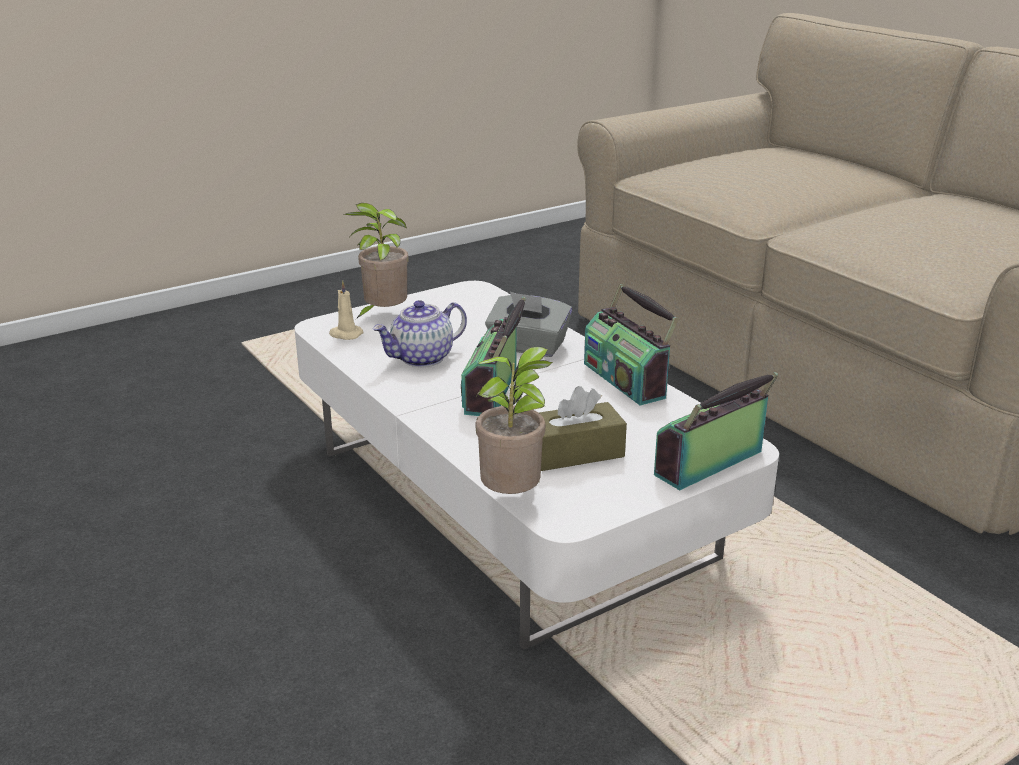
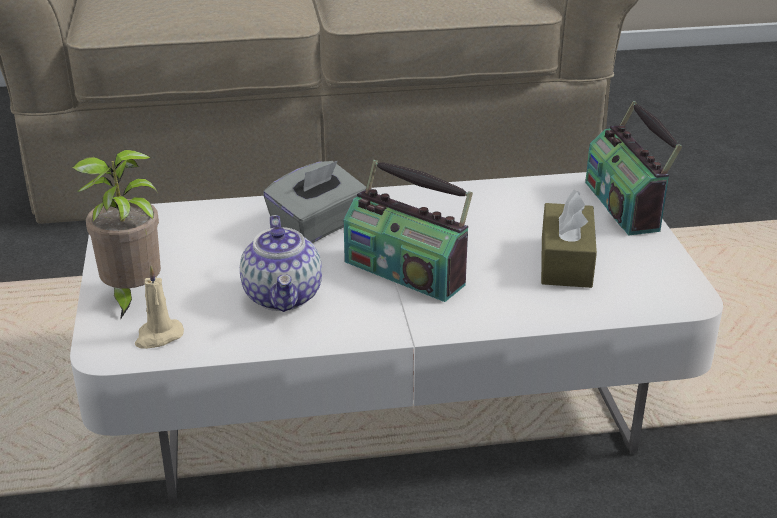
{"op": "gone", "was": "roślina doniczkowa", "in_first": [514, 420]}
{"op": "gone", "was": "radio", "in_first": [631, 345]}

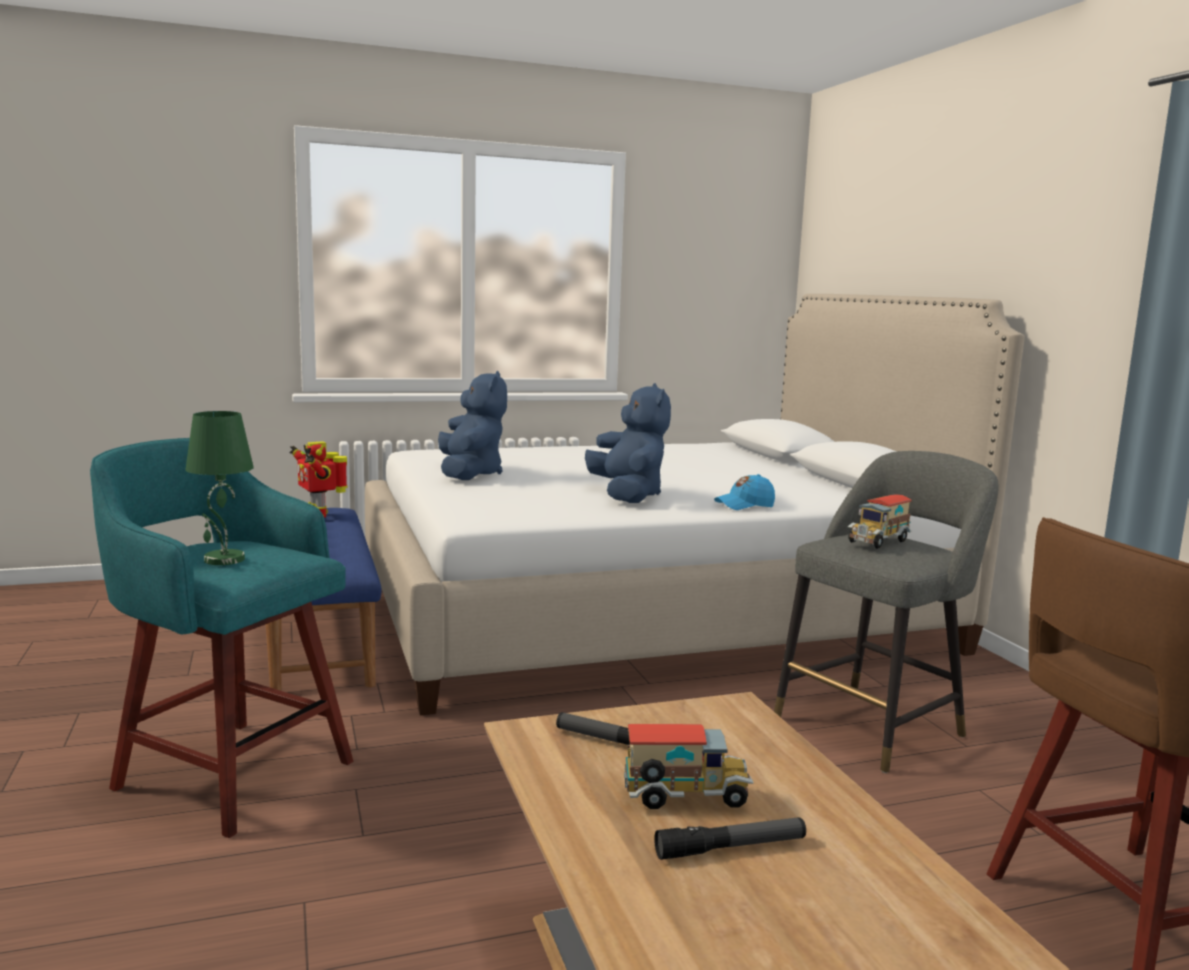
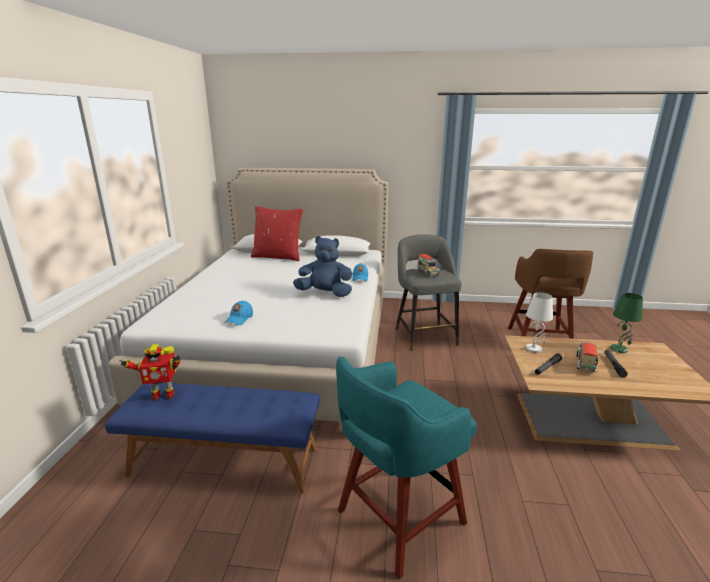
{"op": "new", "now": "poduszka/czerwony", "in_second": [277, 233]}
{"op": "new", "now": "lampa stołowa/biały", "in_second": [539, 323]}
{"op": "shifted", "was": "lampa stołowa/zielony", "in_first": [219, 488], "in_second": [626, 323]}
{"op": "swapped", "was": "pluszak/niebieski", "now": "czapka z daszkiem/niebieski", "in_first": [472, 425], "in_second": [238, 312]}

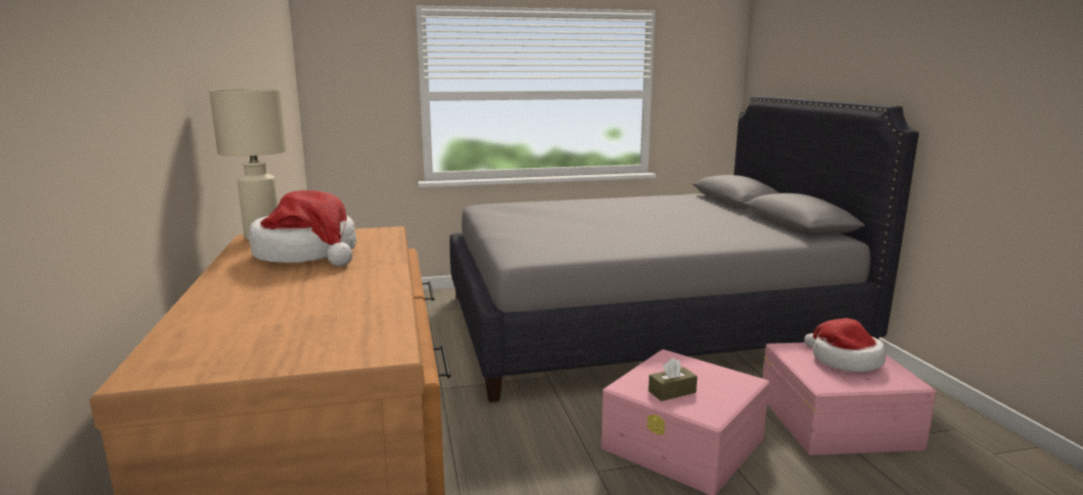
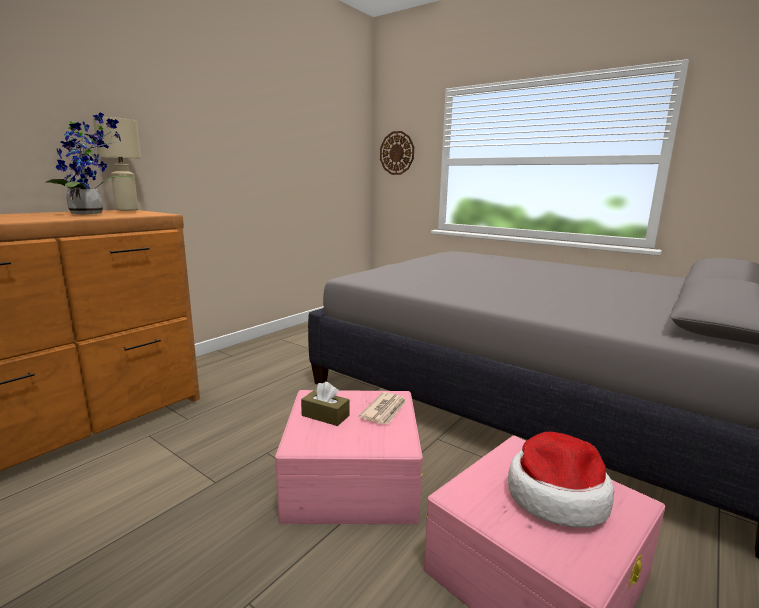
{"op": "new", "now": "gazeta", "in_second": [382, 408]}
{"op": "new", "now": "zegar ścienny", "in_second": [397, 153]}
{"op": "swapped", "was": "kapelusz", "now": "roślina doniczkowa", "in_first": [302, 228], "in_second": [88, 163]}

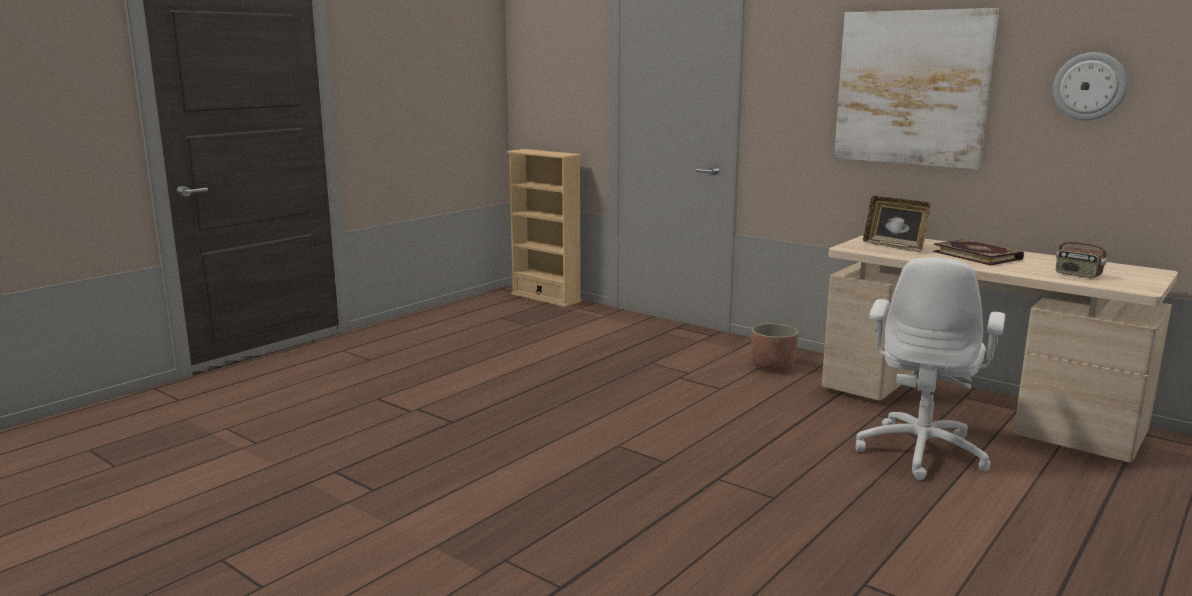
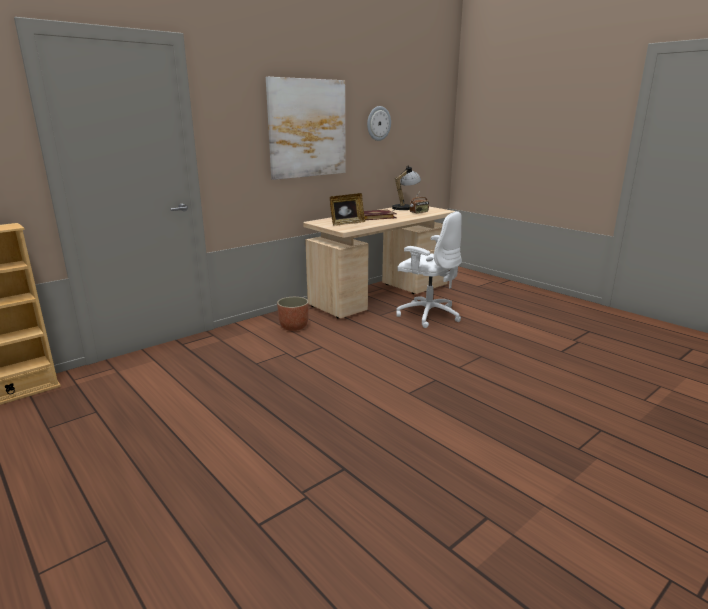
{"op": "new", "now": "lampa stołowa", "in_second": [406, 188]}

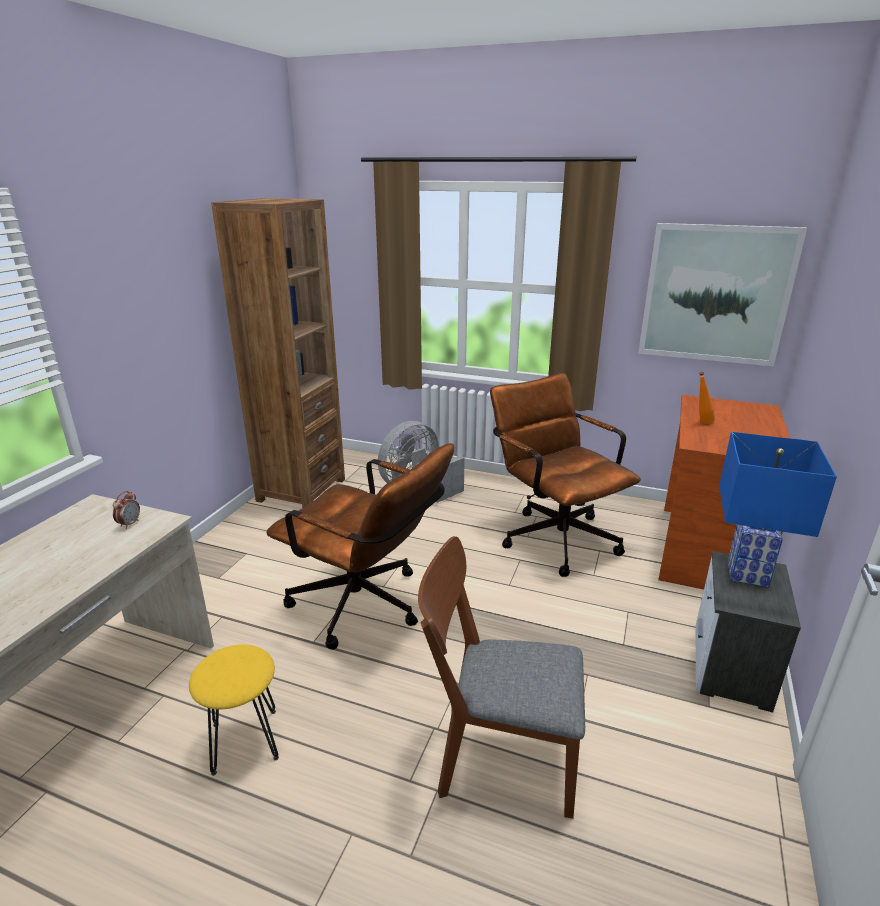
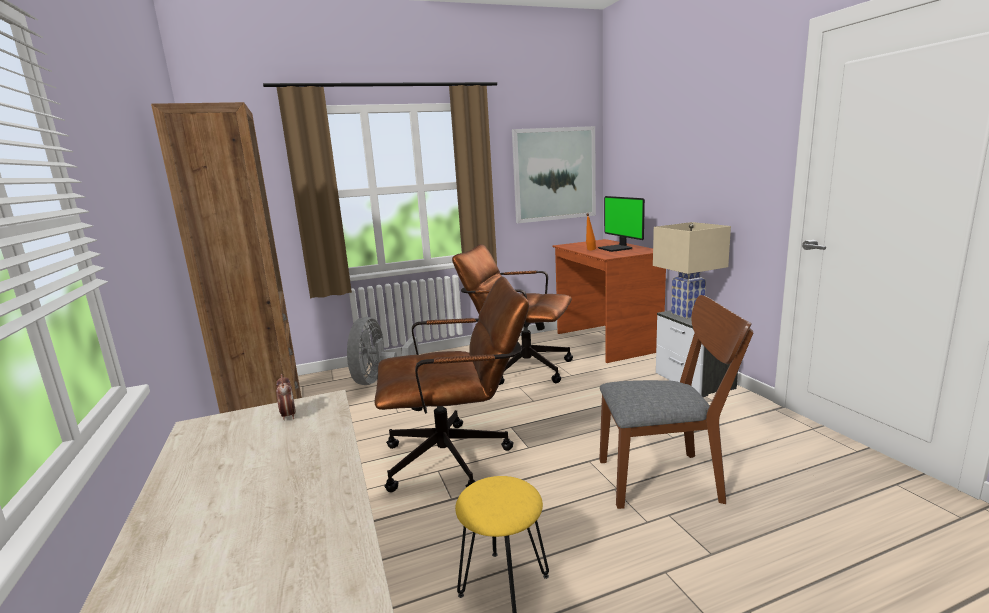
{"op": "new", "now": "monitor", "in_second": [621, 224]}
{"op": "repainted", "was": "lampa stołowa/niebieski", "now": "lampa stołowa/beżowy", "in_first": [778, 509], "in_second": [692, 270]}
{"op": "rotated", "was": "krzesło/brązowy", "in_first": [501, 677], "in_second": [676, 402], "clockwise": -150}

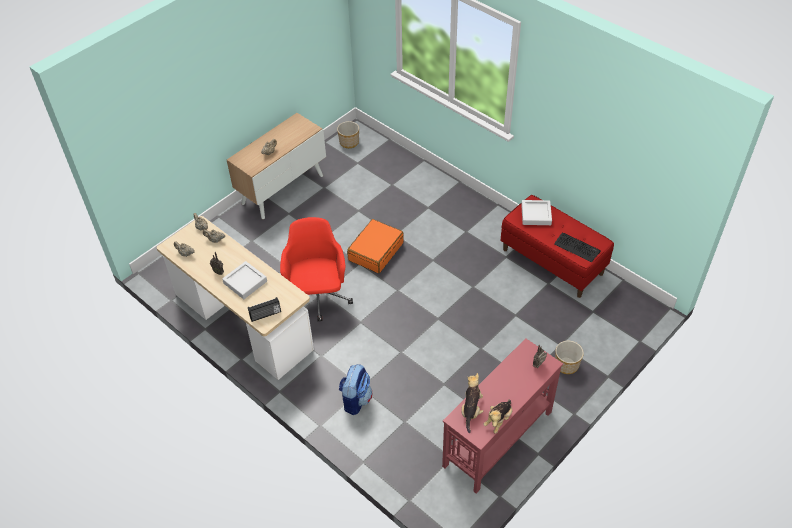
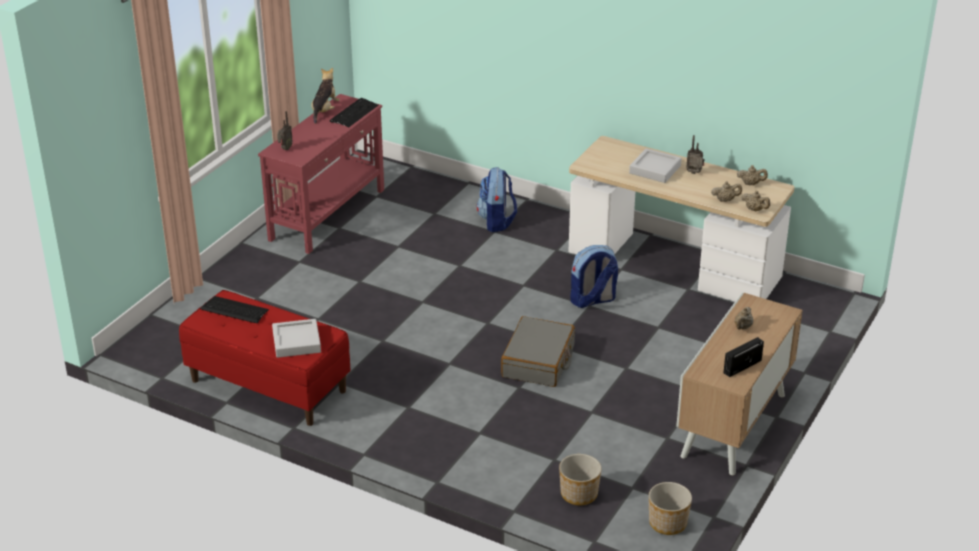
{"op": "shifted", "was": "radio", "in_first": [264, 309], "in_second": [743, 357]}
{"op": "shifted", "was": "donica", "in_first": [569, 357], "in_second": [580, 479]}
{"op": "swapped", "was": "krzesło biurowe/czerwony", "now": "plecak", "in_first": [316, 269], "in_second": [594, 276]}
{"op": "swapped", "was": "pluszak", "now": "klawiatura", "in_first": [472, 403], "in_second": [354, 112]}
{"op": "repainted", "was": "walizka/pomarańczowy", "now": "walizka/szary", "in_first": [375, 246], "in_second": [538, 351]}

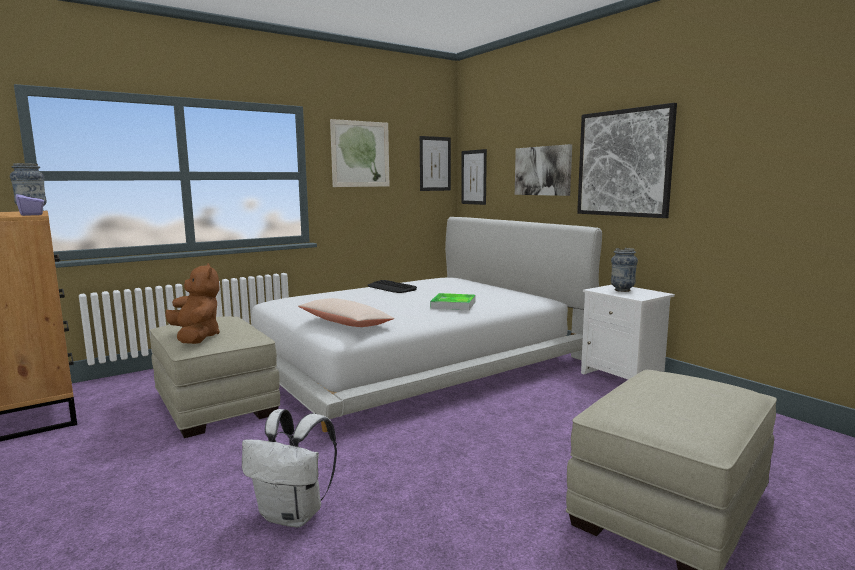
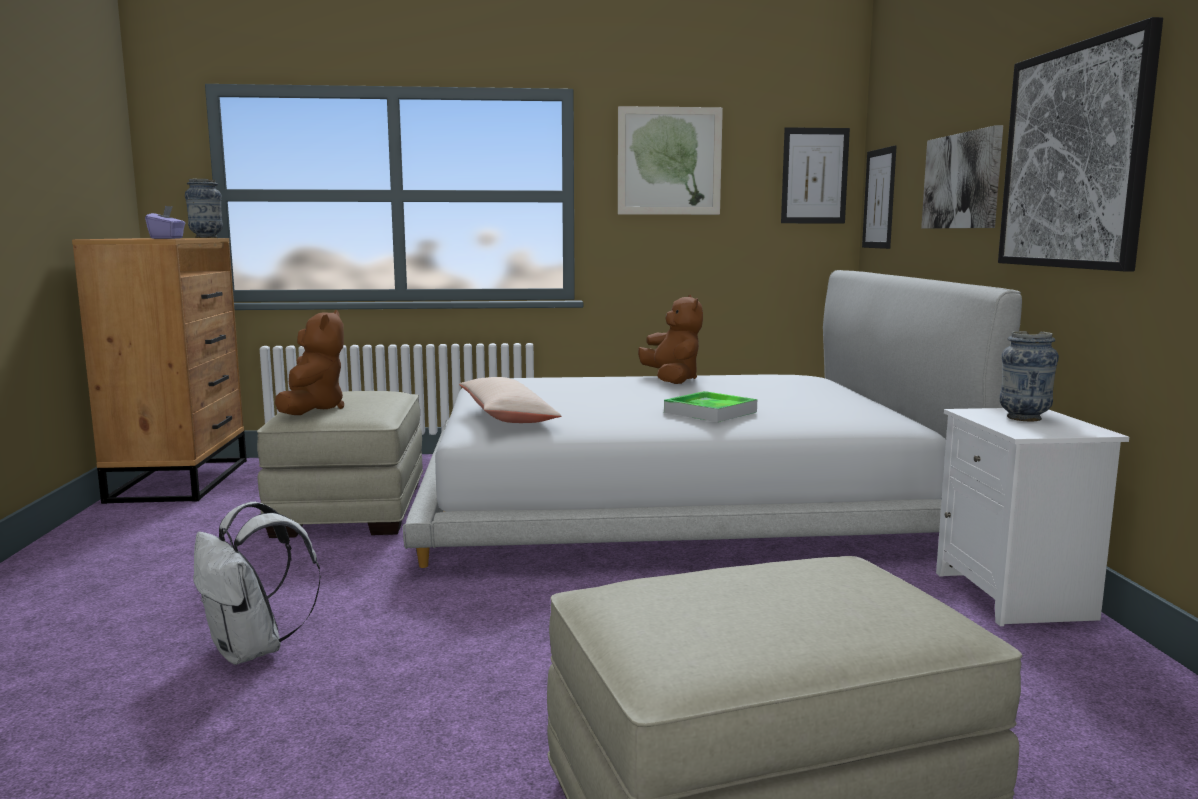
{"op": "swapped", "was": "klawiatura", "now": "pluszak/brązowy", "in_first": [392, 286], "in_second": [670, 339]}

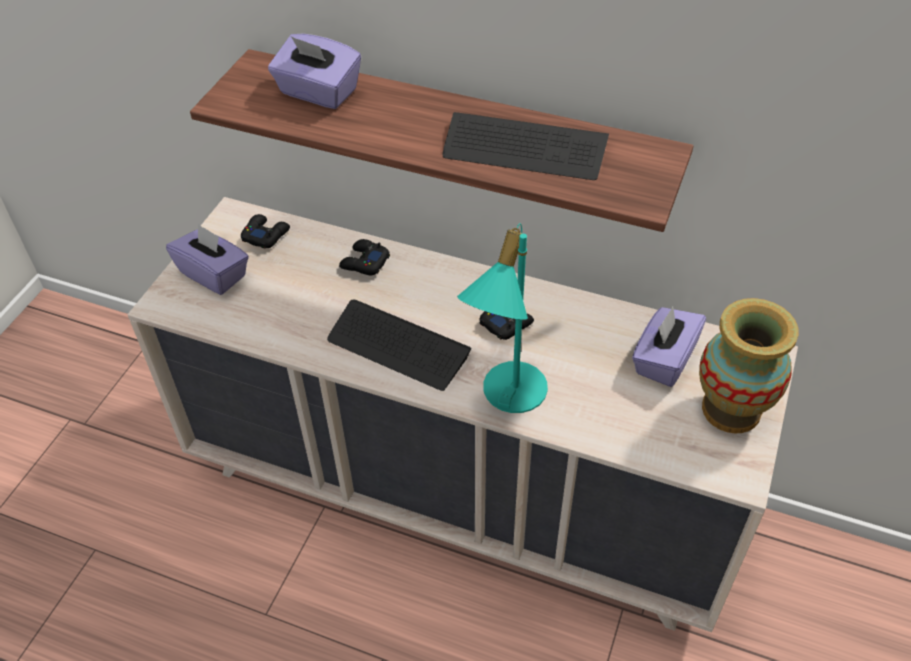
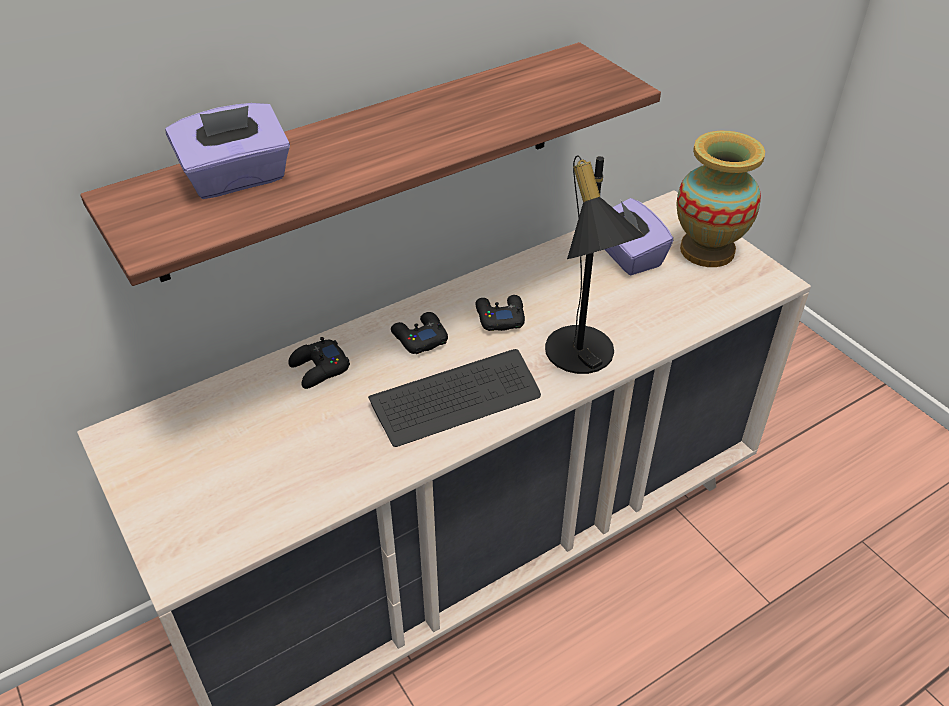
{"op": "gone", "was": "pudełko chusteczek/fioletowy", "in_first": [207, 259]}
{"op": "gone", "was": "klawiatura", "in_first": [525, 146]}
{"op": "shifted", "was": "pad do gier/czarny", "in_first": [265, 231], "in_second": [419, 333]}
{"op": "repainted", "was": "lampa stołowa/turkusowy", "now": "lampa stołowa/czarny", "in_first": [502, 318], "in_second": [595, 264]}

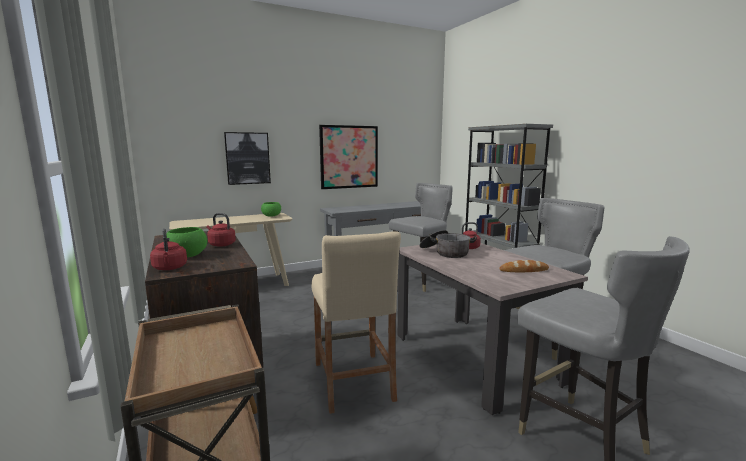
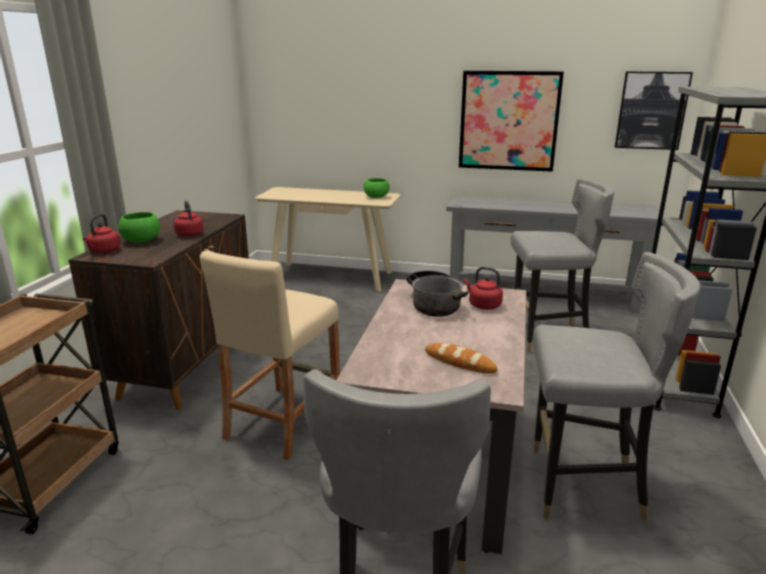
{"op": "shifted", "was": "obraz", "in_first": [247, 158], "in_second": [654, 111]}

